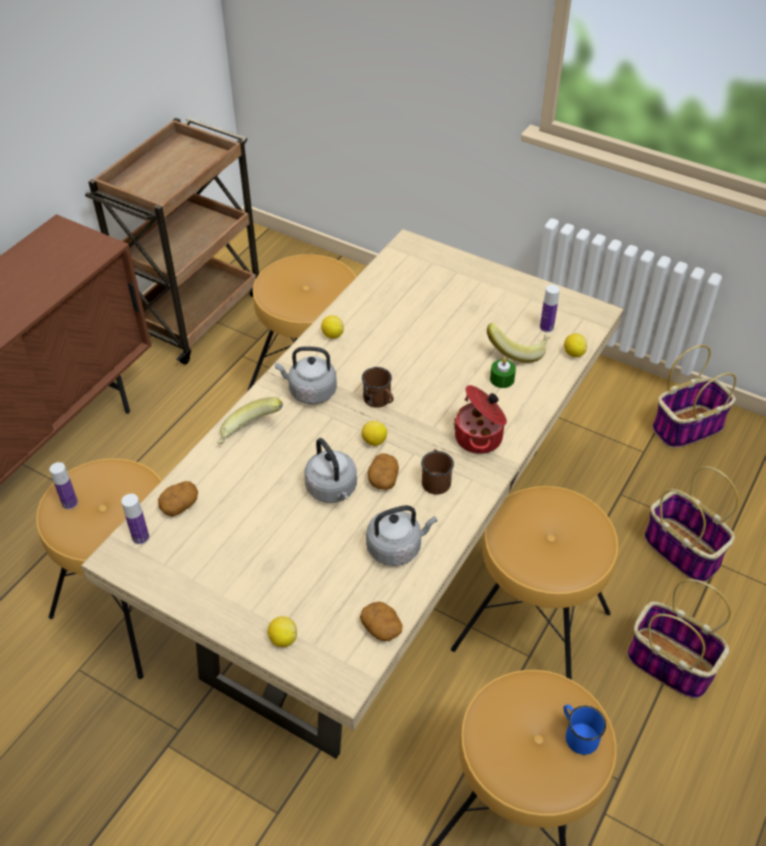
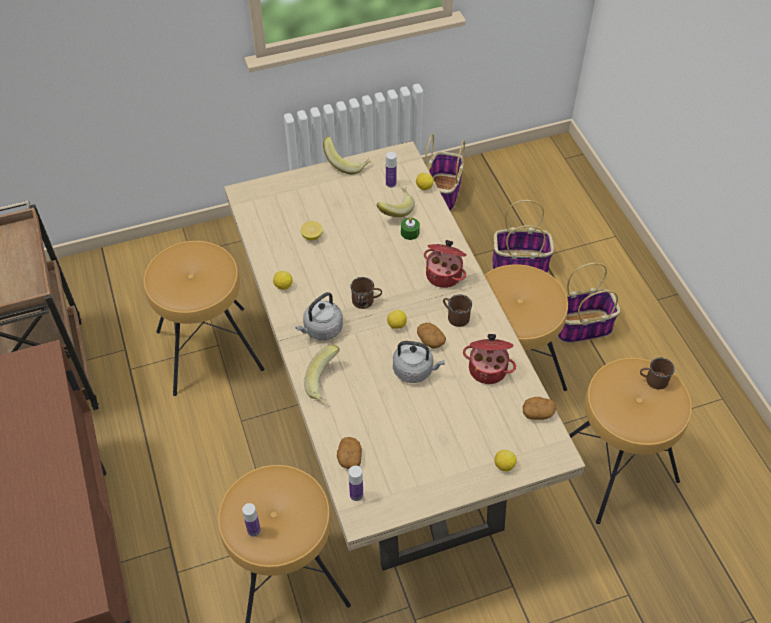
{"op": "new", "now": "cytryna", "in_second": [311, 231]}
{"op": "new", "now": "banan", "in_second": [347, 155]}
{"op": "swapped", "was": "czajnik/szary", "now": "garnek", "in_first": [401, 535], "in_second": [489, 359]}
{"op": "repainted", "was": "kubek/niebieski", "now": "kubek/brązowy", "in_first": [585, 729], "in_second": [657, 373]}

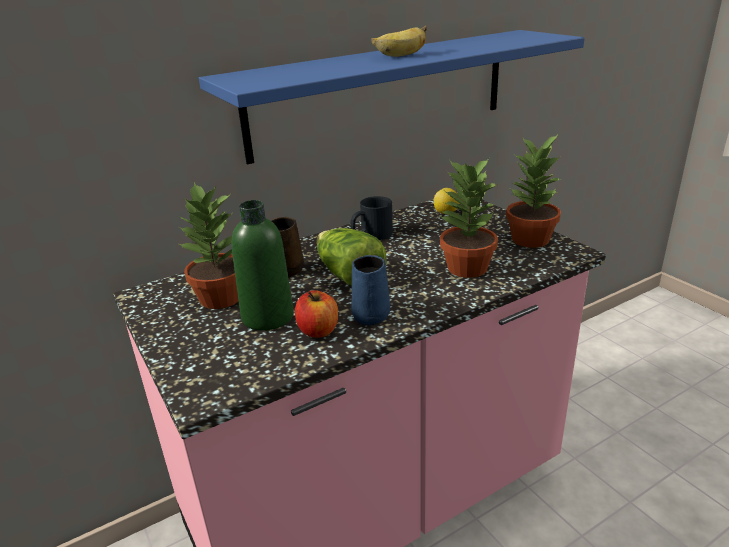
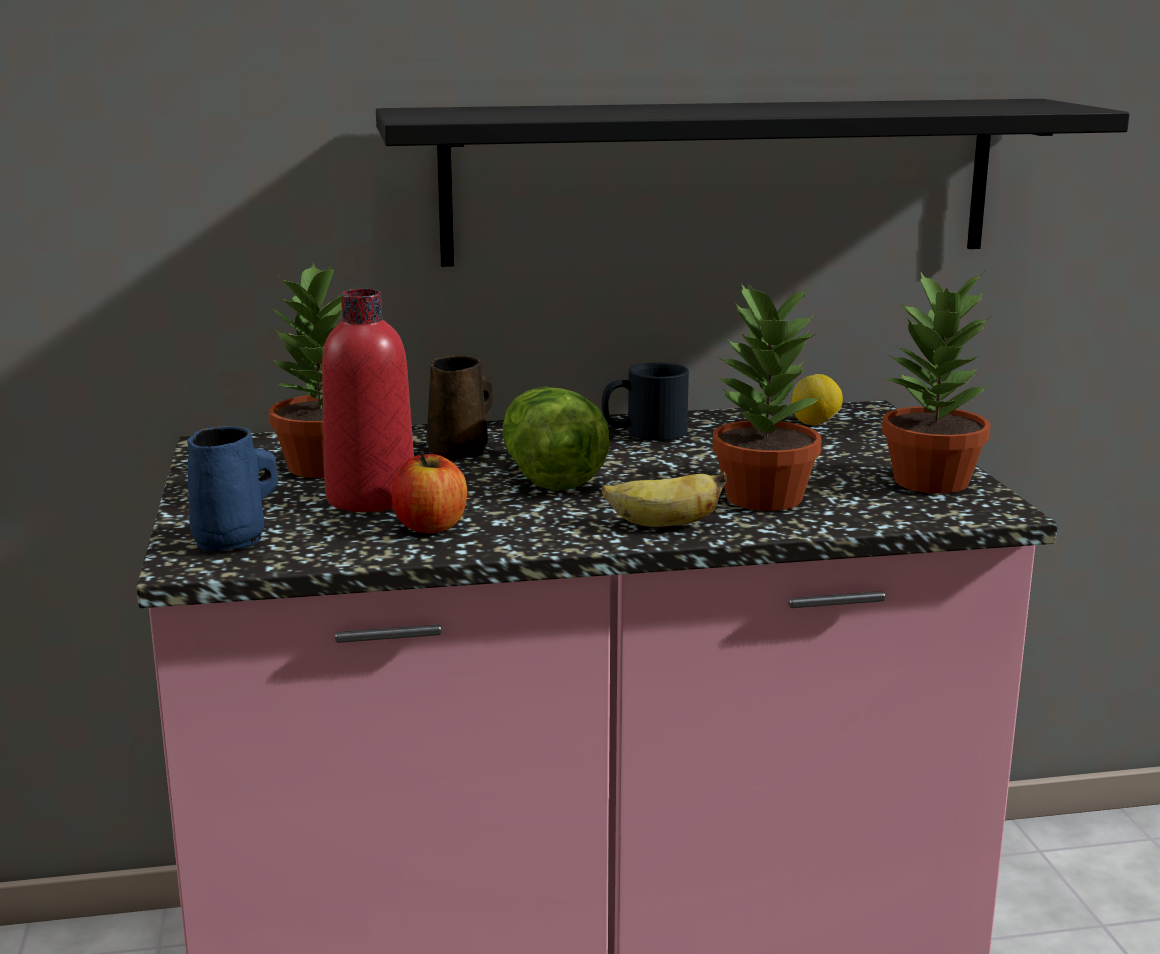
{"op": "shifted", "was": "kubek/niebieski", "in_first": [370, 290], "in_second": [232, 489]}
{"op": "shifted", "was": "banan", "in_first": [399, 41], "in_second": [664, 499]}
{"op": "repainted", "was": "półka/niebieski", "now": "półka/czarny", "in_first": [392, 97], "in_second": [753, 183]}
{"op": "repainted", "was": "butelka/zielony", "now": "butelka/czerwony", "in_first": [262, 265], "in_second": [368, 400]}

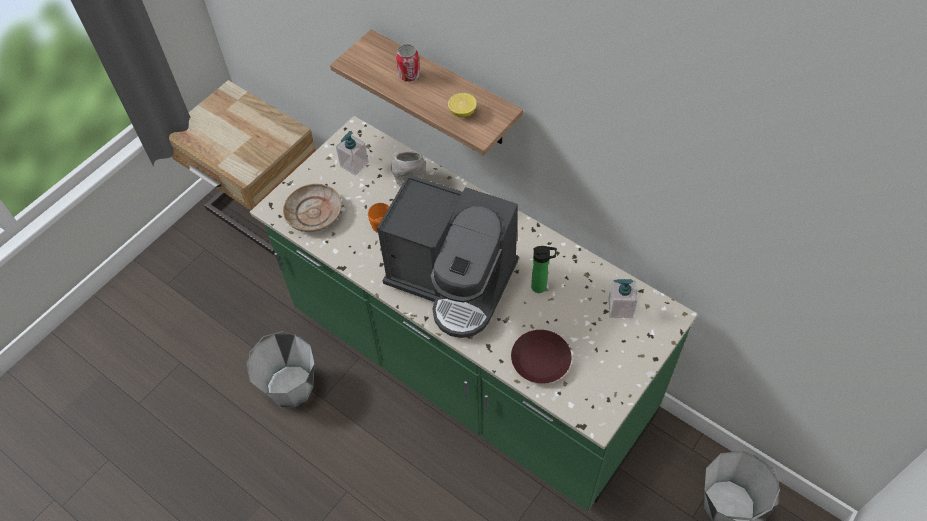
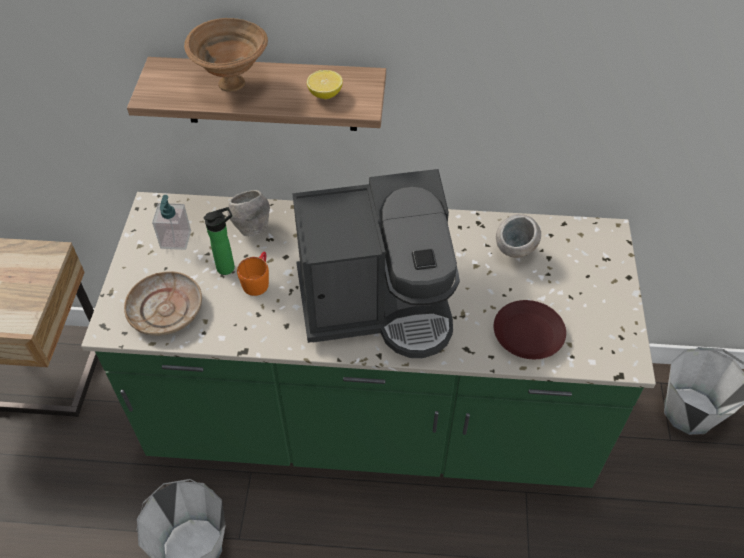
{"op": "gone", "was": "dozownik mydła", "in_first": [623, 298]}
{"op": "new", "now": "miska/szary", "in_second": [518, 236]}
{"op": "shifted", "was": "butelka", "in_first": [544, 269], "in_second": [219, 241]}
{"op": "swapped", "was": "puszka", "now": "miska/brązowy", "in_first": [408, 63], "in_second": [226, 55]}

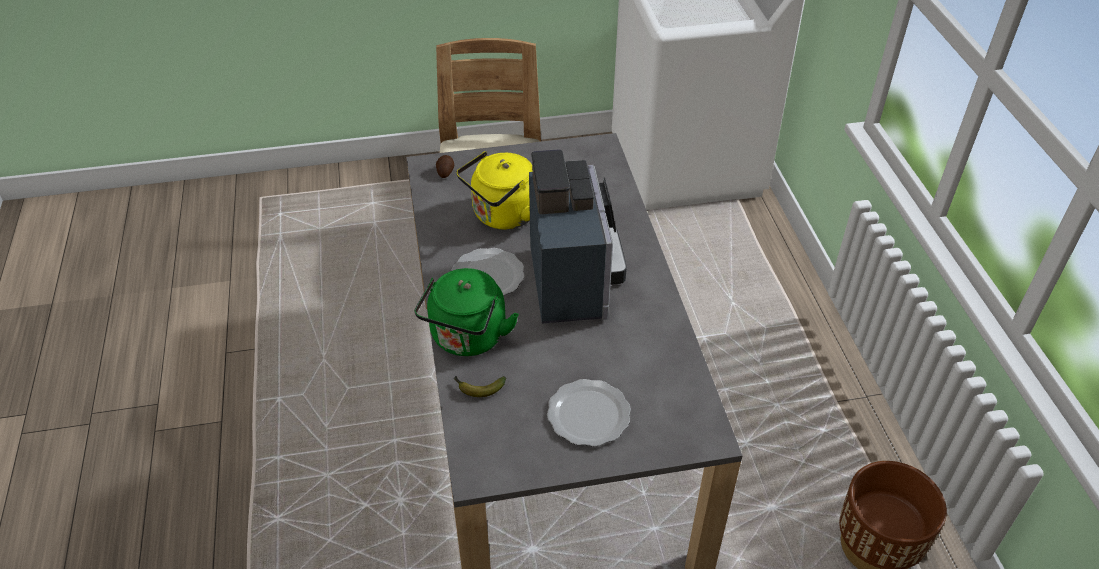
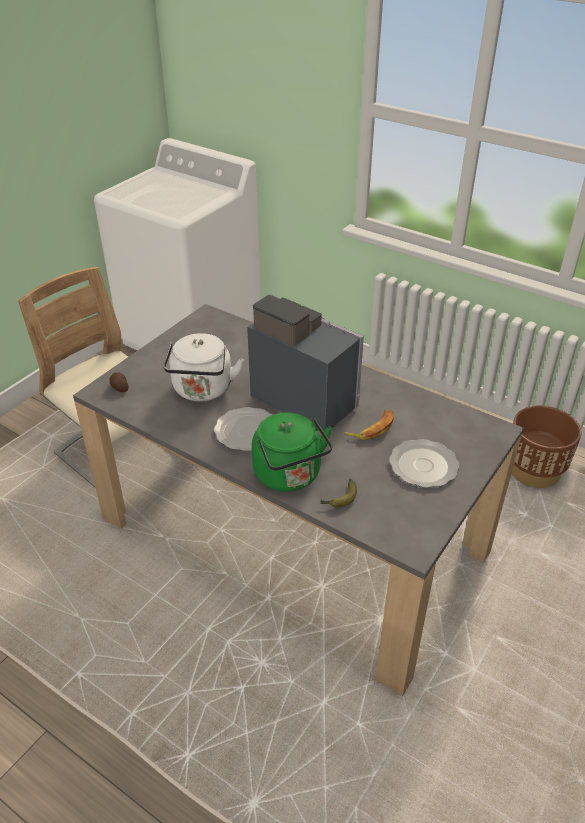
{"op": "new", "now": "banan", "in_second": [368, 425]}
{"op": "repainted", "was": "czajnik/żółty", "now": "czajnik/biały", "in_first": [494, 190], "in_second": [203, 367]}

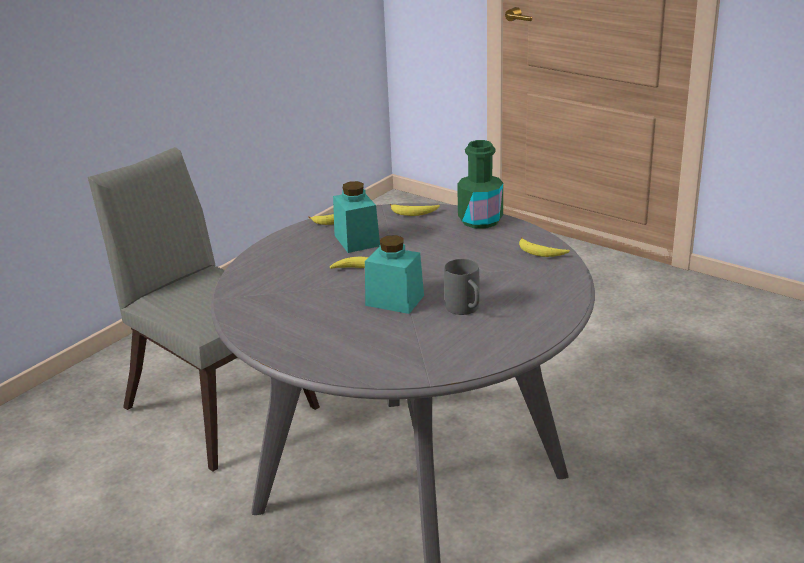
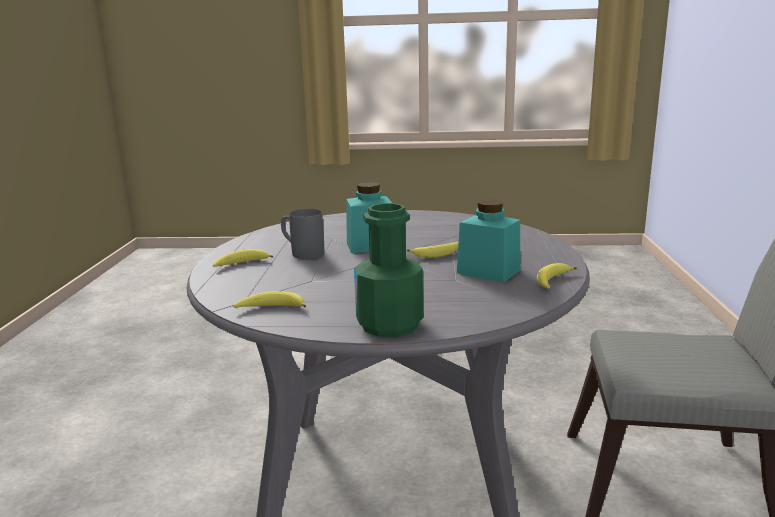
{"op": "shifted", "was": "banan", "in_first": [415, 210], "in_second": [243, 258]}

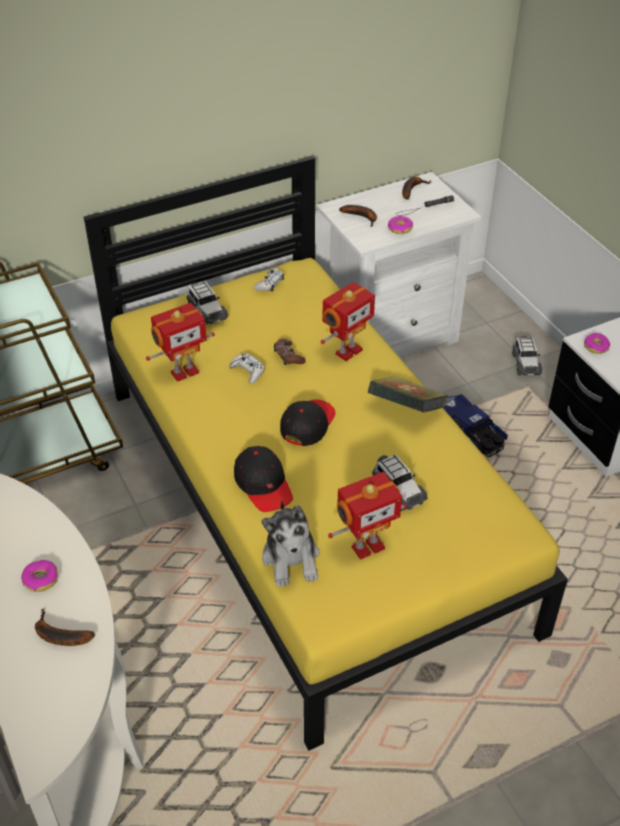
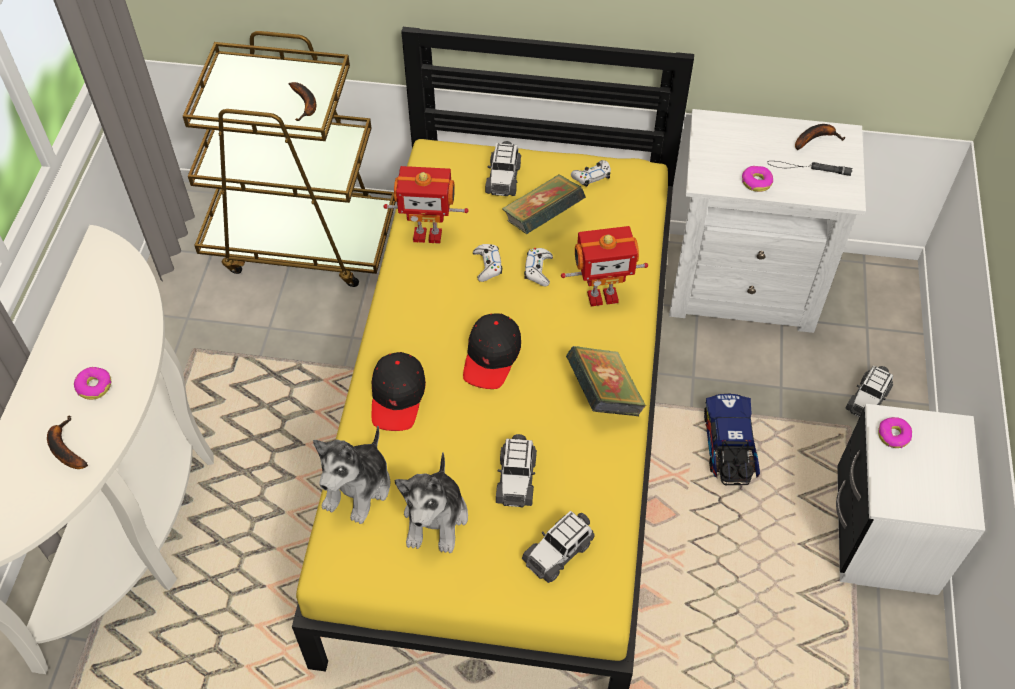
{"op": "new", "now": "książka", "in_second": [544, 204]}
{"op": "new", "now": "samochodzik", "in_second": [558, 547]}
{"op": "shifted", "was": "banan", "in_first": [358, 216], "in_second": [302, 101]}
{"op": "swapped", "was": "robot zabawkowy", "now": "pluszak", "in_first": [367, 516], "in_second": [431, 503]}
{"op": "repainted", "was": "pad do gier/brązowy", "now": "pad do gier/biały", "in_first": [289, 352], "in_second": [538, 267]}
{"op": "rotated", "was": "czapka z daszkiem/czarny", "in_first": [307, 422], "in_second": [492, 351], "clockwise": 135}

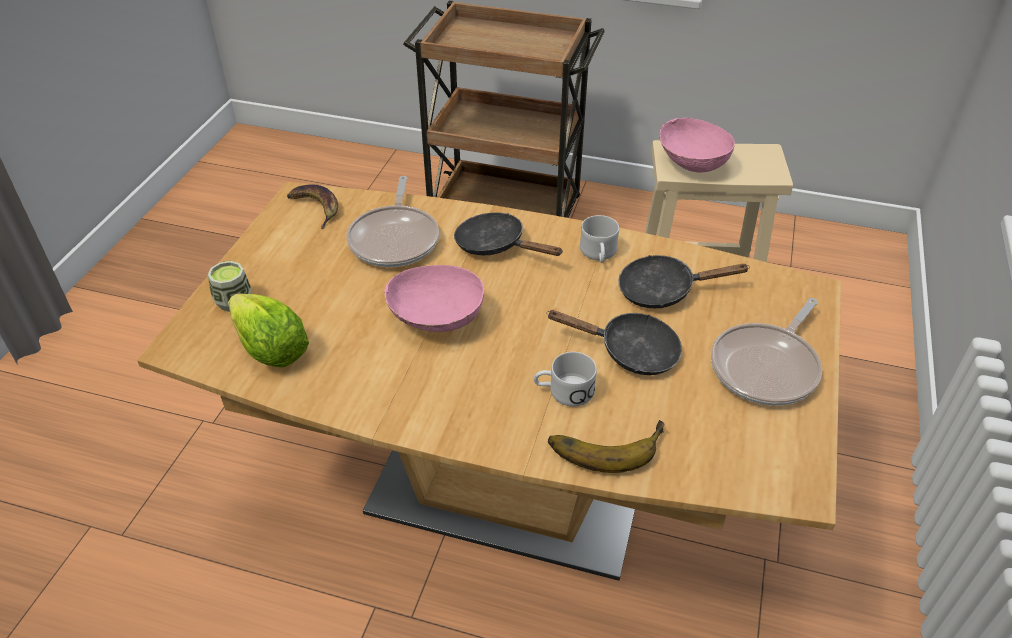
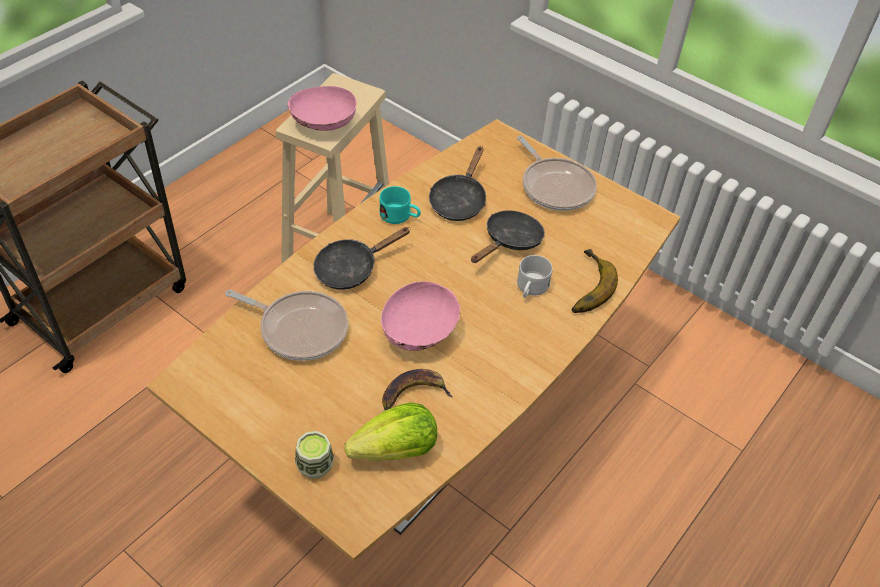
{"op": "shifted", "was": "banan", "in_first": [312, 206], "in_second": [417, 389]}
{"op": "repainted", "was": "kubek/biały", "now": "kubek/turkusowy", "in_first": [599, 239], "in_second": [400, 205]}

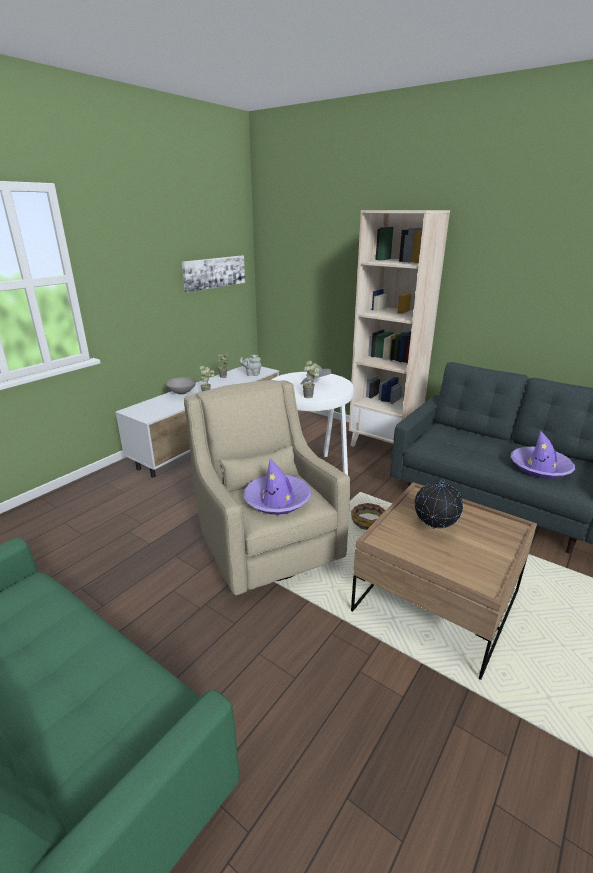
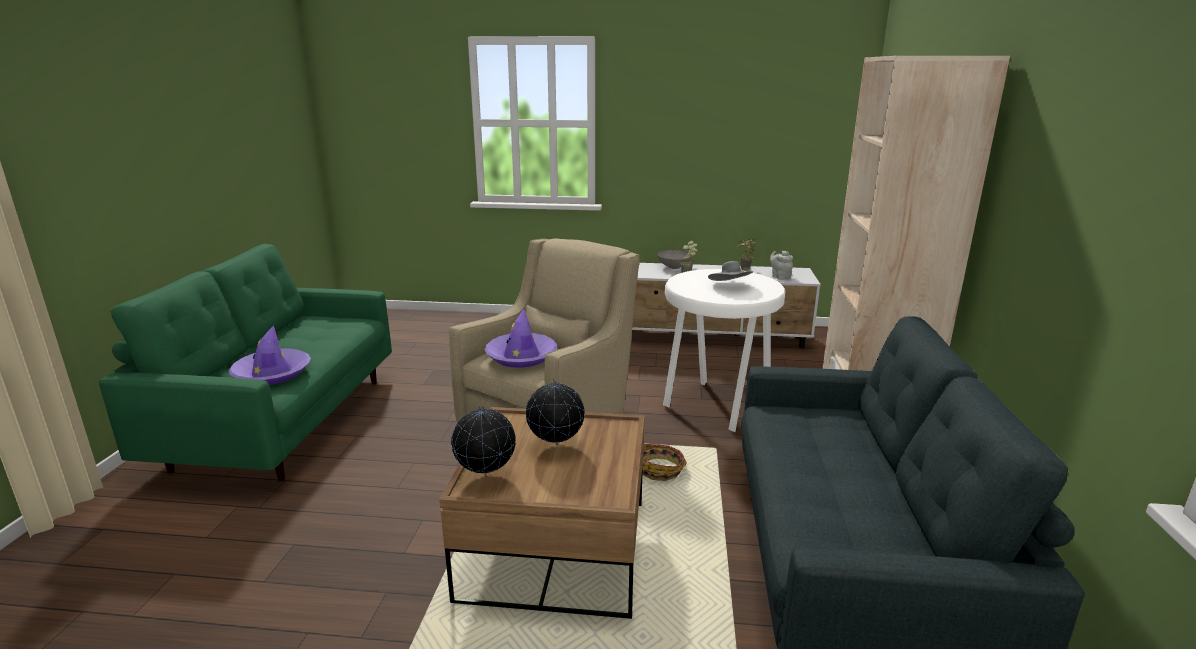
{"op": "gone", "was": "obraz", "in_first": [213, 273]}
{"op": "gone", "was": "roślina doniczkowa", "in_first": [310, 379]}
{"op": "new", "now": "globus", "in_second": [483, 441]}
{"op": "shifted", "was": "kapelusz/fioletowy", "in_first": [542, 455], "in_second": [269, 355]}

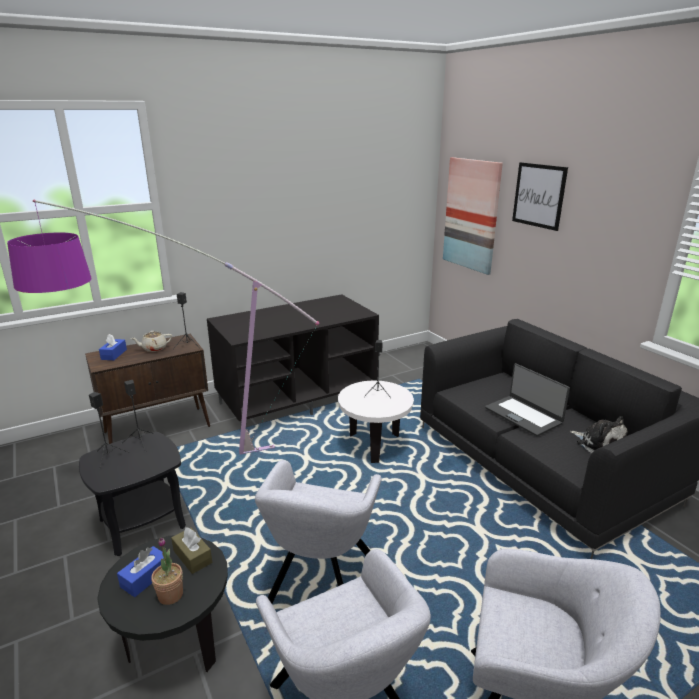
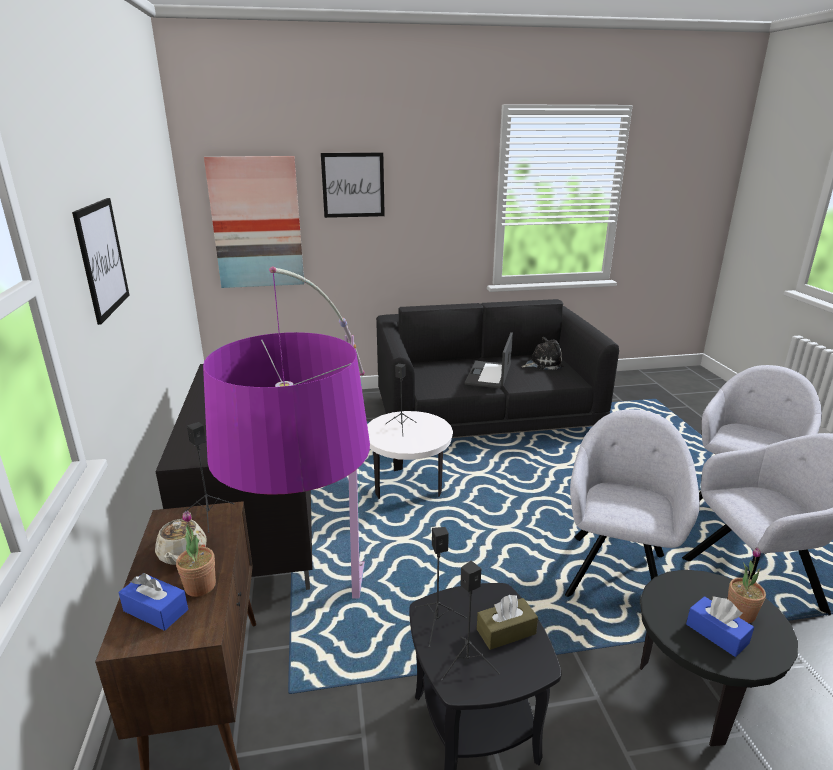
{"op": "new", "now": "obraz", "in_second": [101, 261]}
{"op": "new", "now": "roślina doniczkowa", "in_second": [196, 553]}
{"op": "shifted", "was": "pudełko chusteczek/brązowy", "in_first": [191, 550], "in_second": [507, 622]}
{"op": "rotated", "was": "fotel/szary", "in_first": [318, 531], "in_second": [632, 503], "clockwise": -105}
{"op": "rotated", "was": "laptop", "in_first": [527, 399], "in_second": [489, 360], "clockwise": 120}

